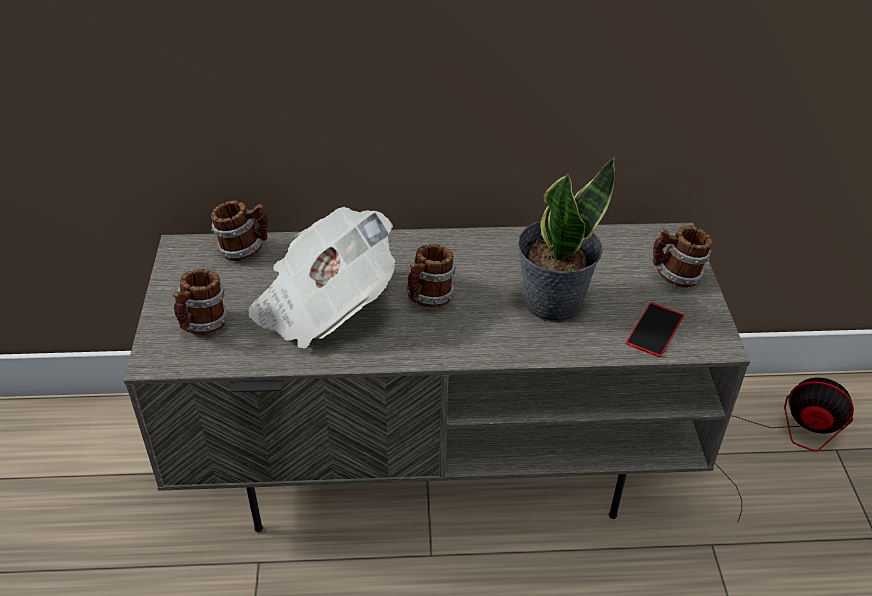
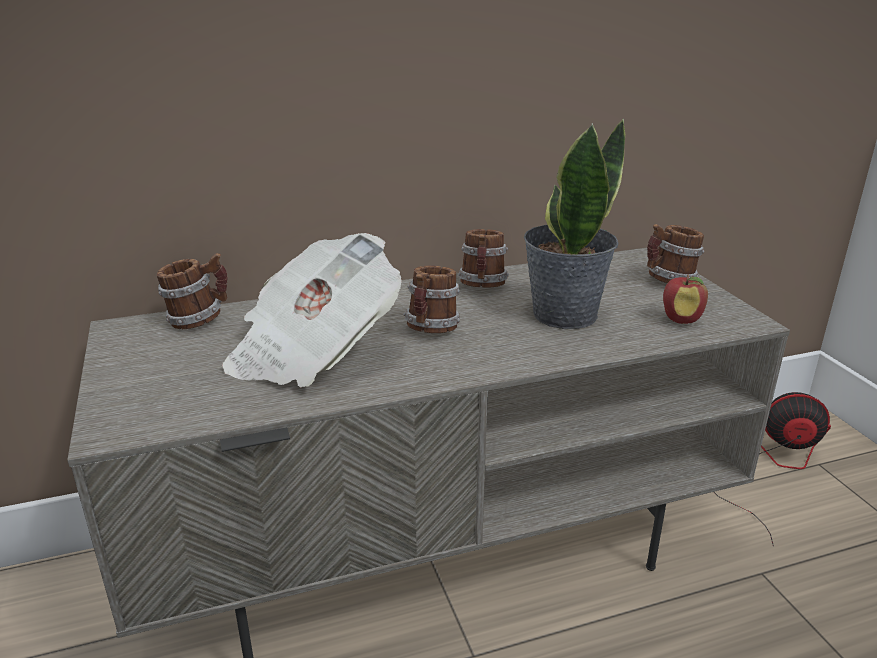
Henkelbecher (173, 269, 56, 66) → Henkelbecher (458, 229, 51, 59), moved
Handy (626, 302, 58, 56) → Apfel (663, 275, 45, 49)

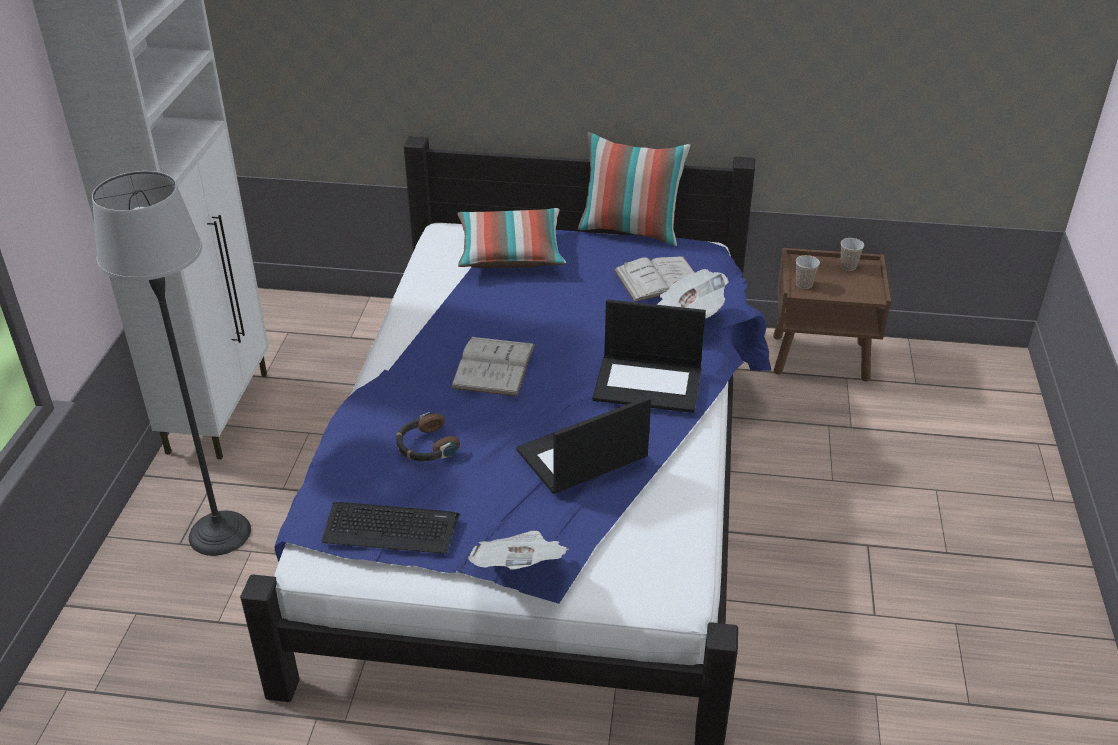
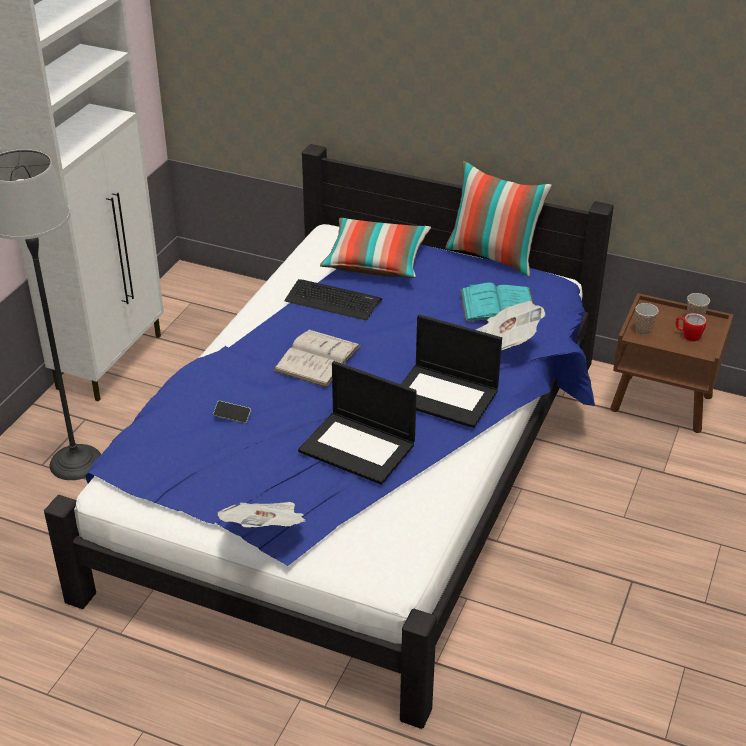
Tastatur (321, 502, 139, 52) → Tastatur (284, 279, 98, 41), moved
Kopfhörer (396, 412, 64, 49) → Handy (213, 401, 38, 22)
Laptop (516, 396, 135, 98) → Laptop (298, 361, 119, 124), 135 degrees counterclockwise
Buch (weiß) (614, 256, 81, 46) → Buch (türkis) (460, 283, 74, 38)
- → Henkelbecher (676, 313, 31, 29)

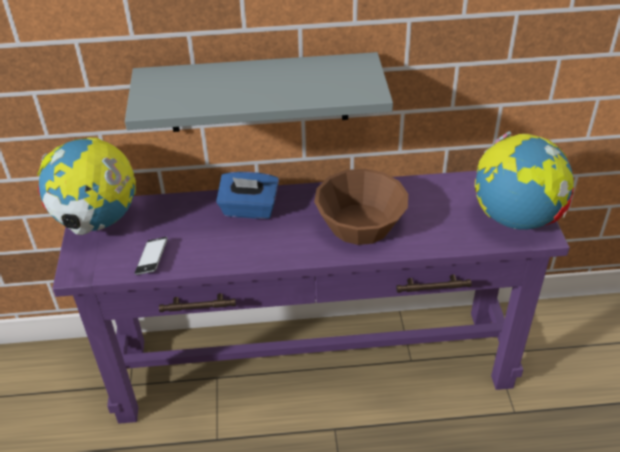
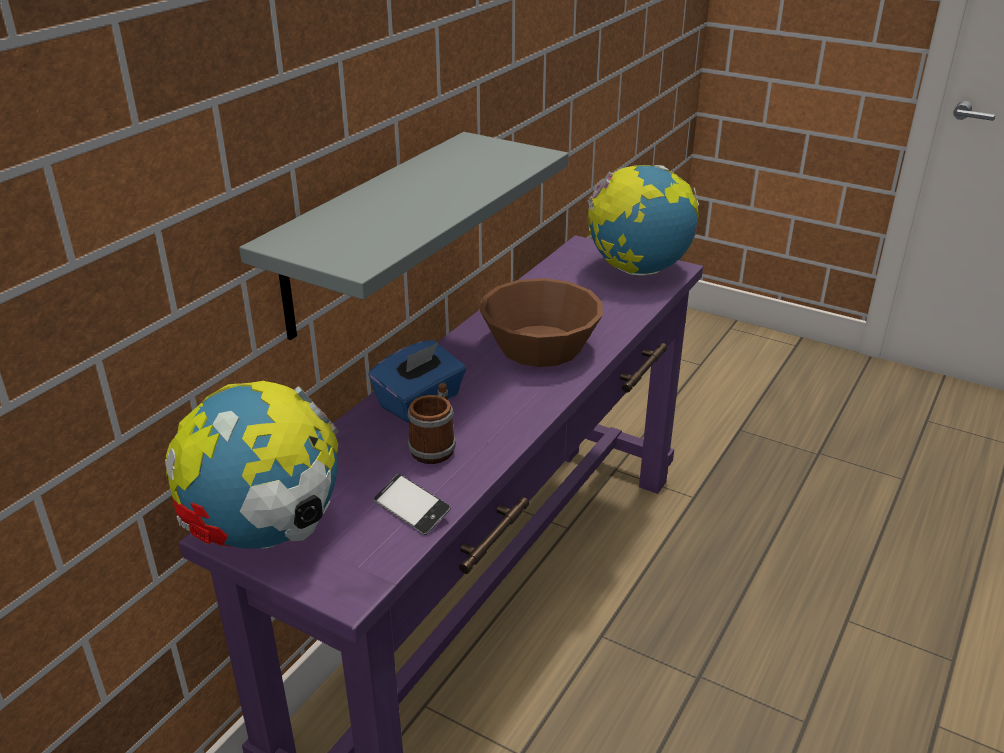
- → Henkelbecher (408, 383, 48, 81)

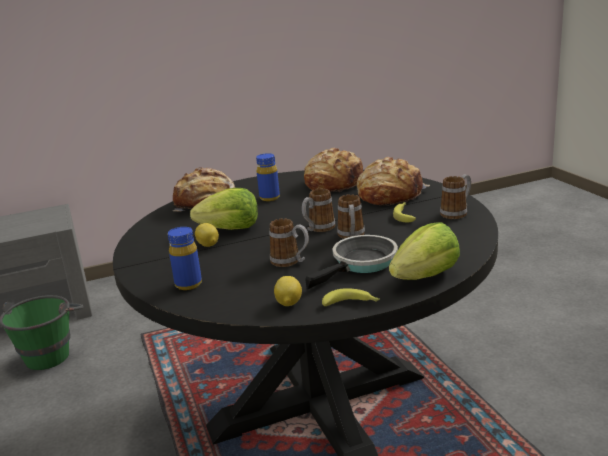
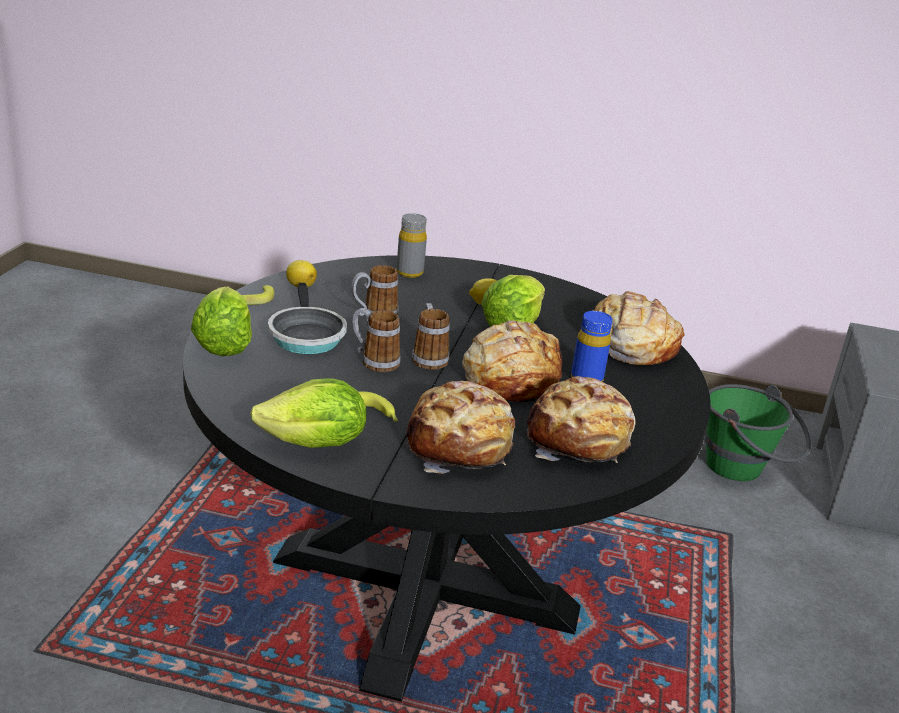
Flasche (blau) (168, 227, 34, 63) → Flasche (grau) (396, 213, 31, 65)
Henkelbecher (440, 174, 31, 45) → Salatkopf (250, 378, 117, 70)
- → Brot (462, 320, 100, 82)

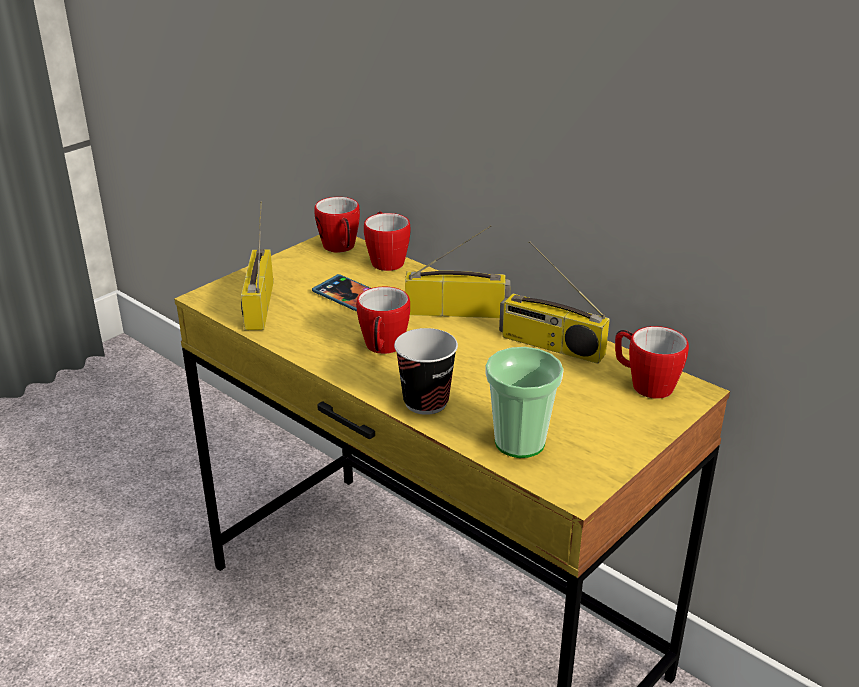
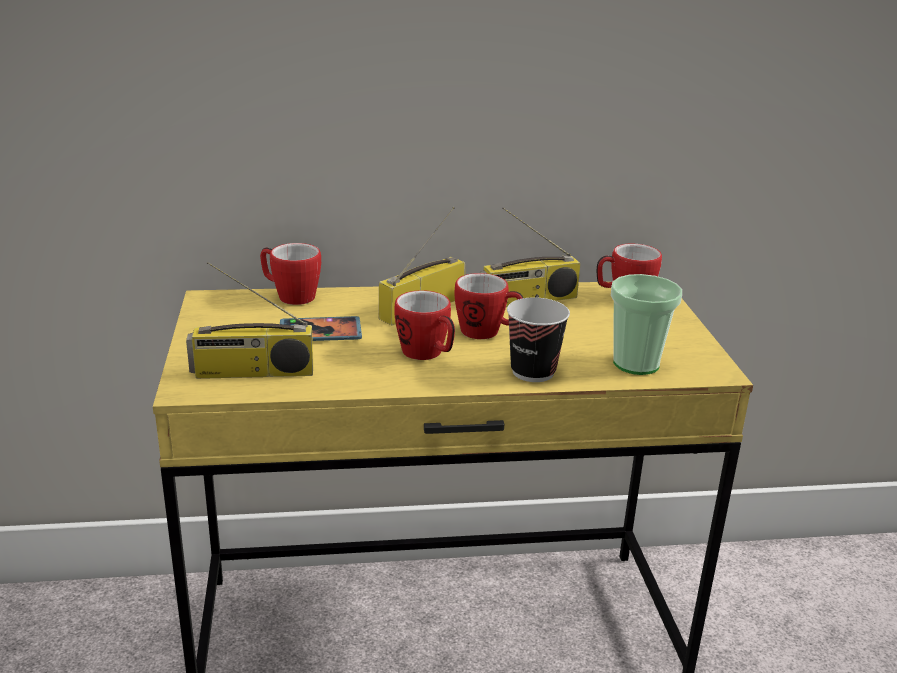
Radio (241, 202, 32, 128) → Radio (186, 262, 127, 117), 45 degrees counterclockwise
Henkelbecher (314, 197, 46, 56) → Henkelbecher (454, 273, 69, 66), moved

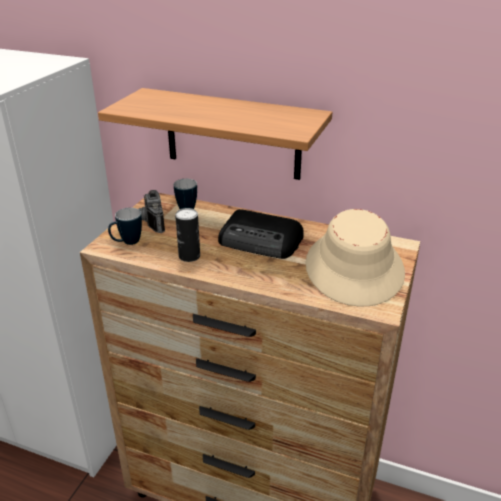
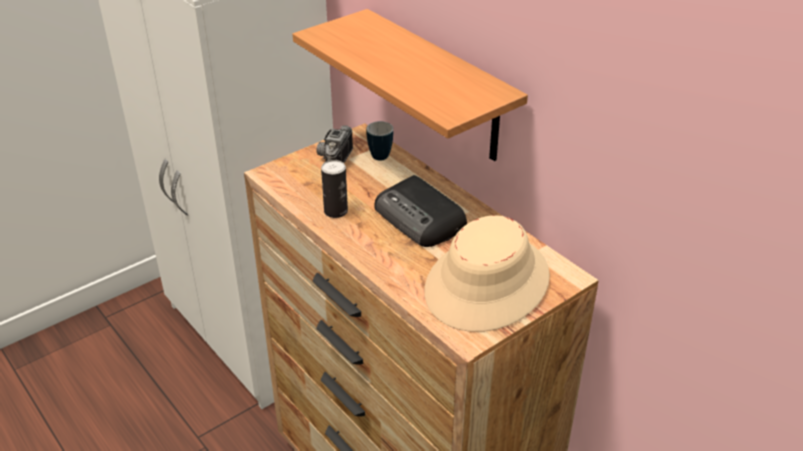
Henkelbecher (108, 208, 34, 37) → -

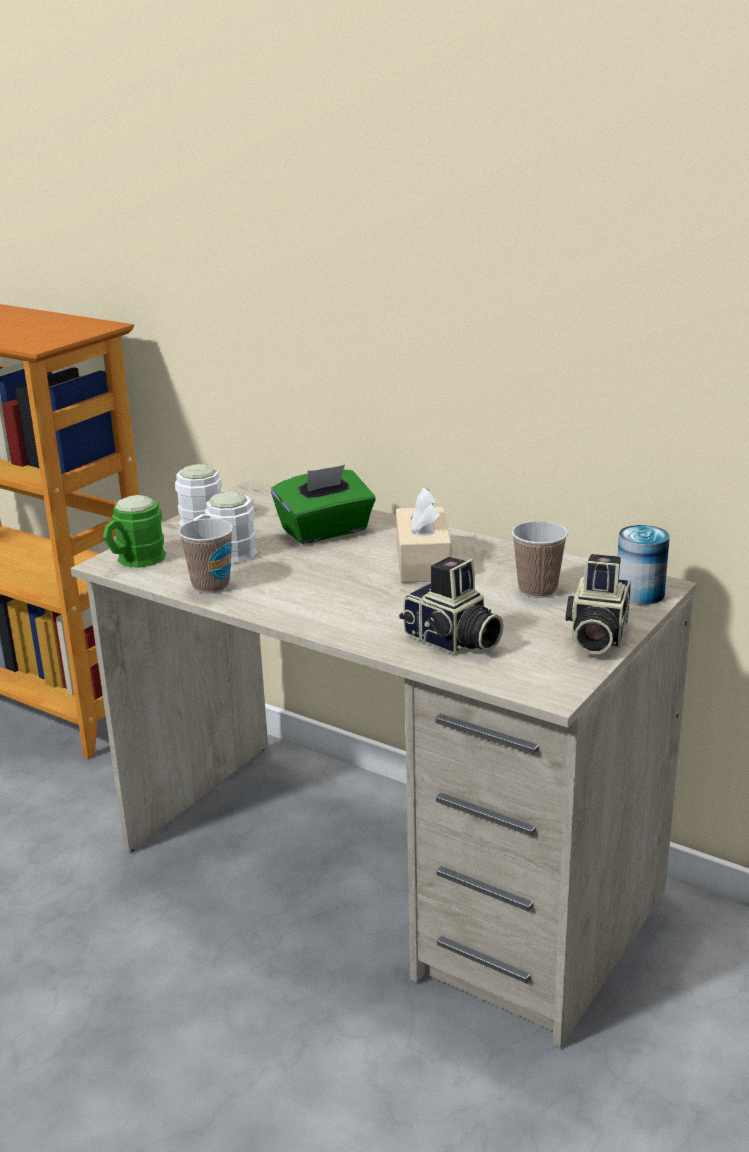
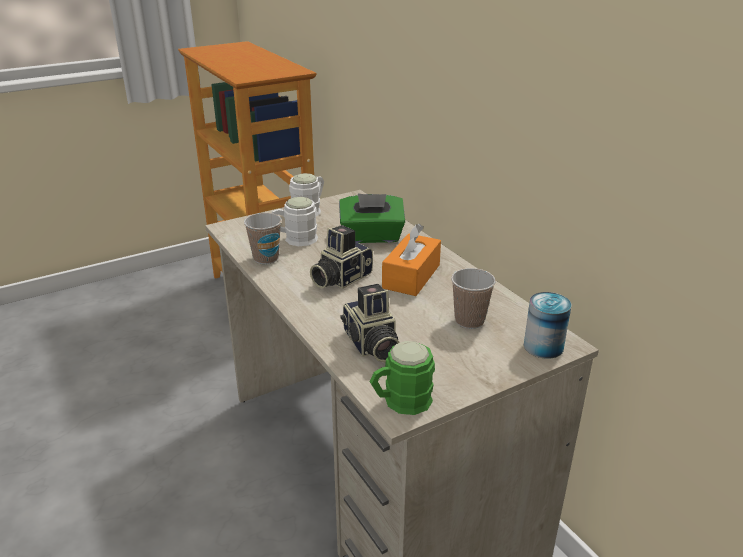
Henkelbecher (grün) (103, 495, 63, 73) → Henkelbecher (grün) (369, 341, 66, 74), moved
Taschentuchbox (beige) (396, 487, 55, 95) → Taschentuchbox (orange) (382, 224, 59, 72)
Kamera (565, 554, 66, 100) → Kamera (310, 225, 63, 64), moved

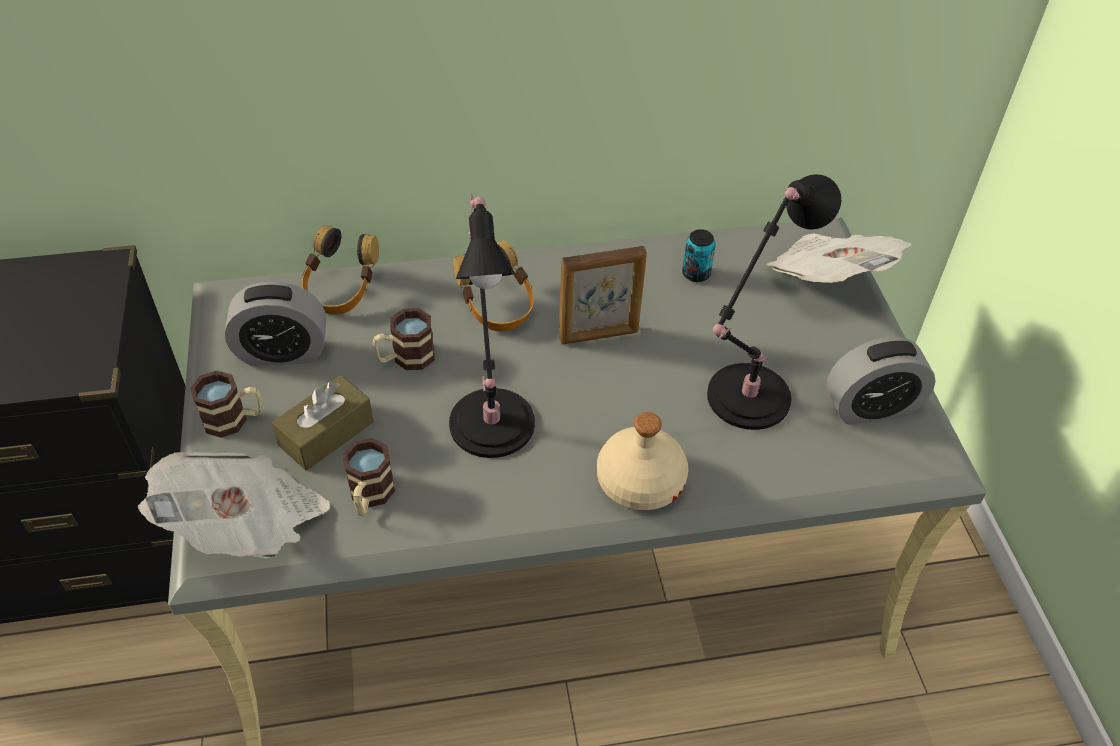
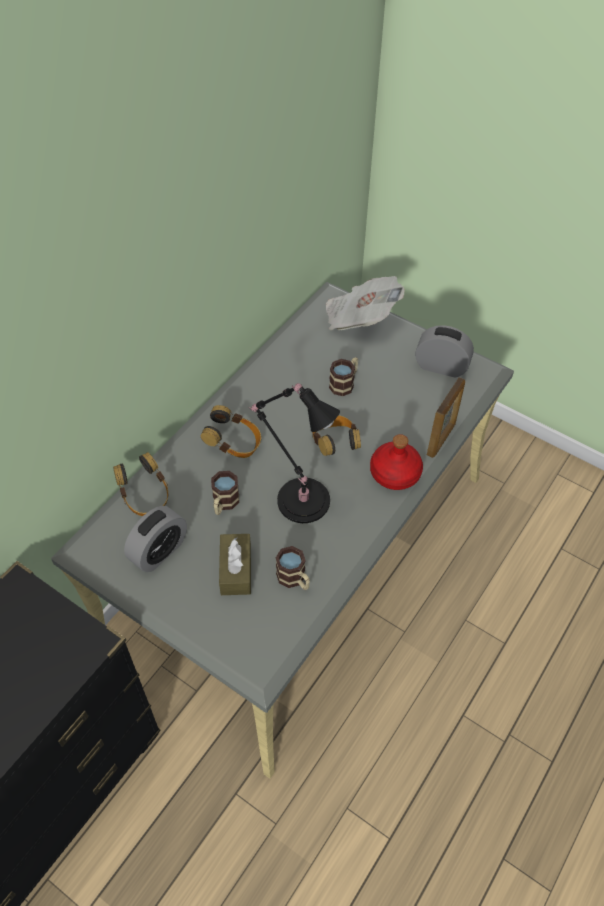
Zeitung (138, 452, 192, 107) → -
Henkelbecher (190, 371, 73, 67) → Henkelbecher (329, 357, 29, 39), moved
Bilderrahmen (559, 246, 88, 98) → Bilderrahmen (427, 377, 38, 81), moved
Flasche (beige) (597, 412, 91, 99) → Flasche (rot) (370, 434, 53, 56)
Dose (682, 229, 34, 53) → -
Tischlampe (schwarz) (707, 174, 134, 256) → -
Wecker (827, 337, 109, 88) → Wecker (415, 325, 59, 53), 105 degrees counterclockwise
- → Kopfhörer (312, 415, 49, 41)

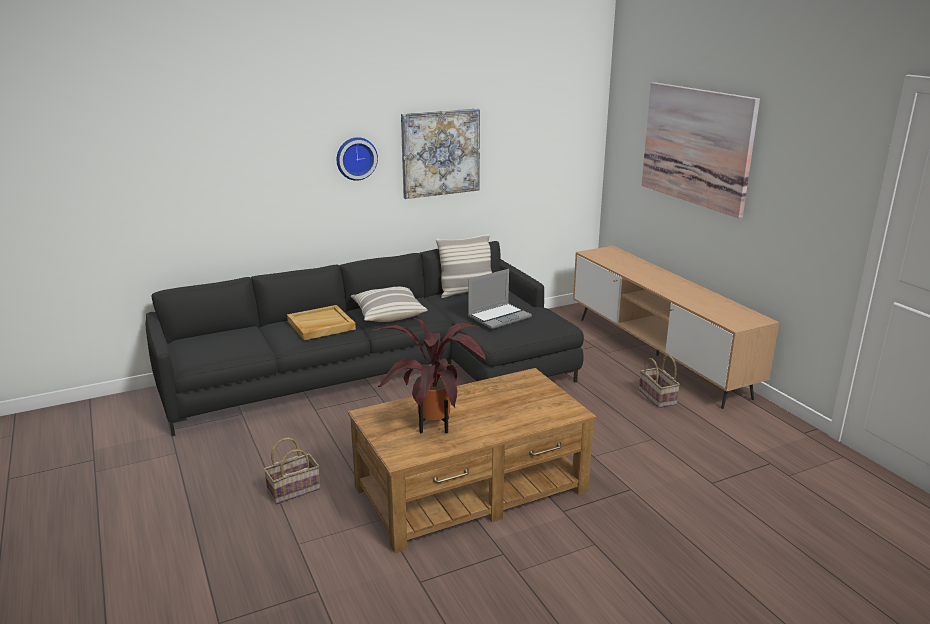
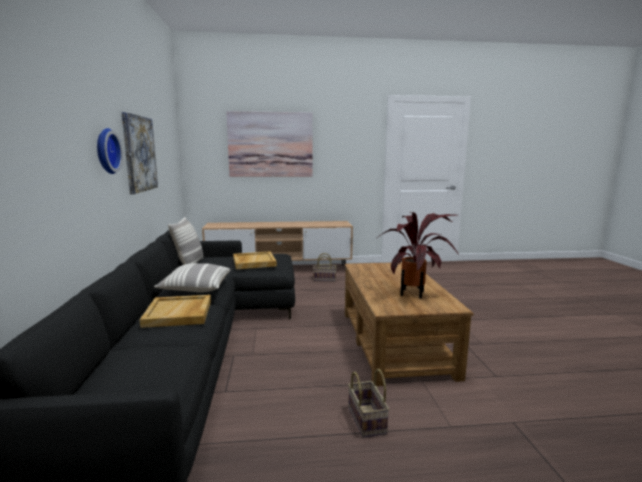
Laptop (468, 269, 64, 60) → Tablett (beige) (233, 251, 44, 18)

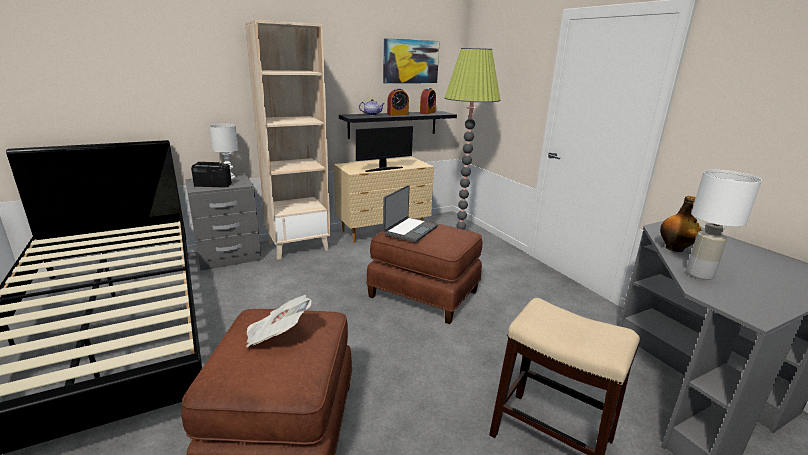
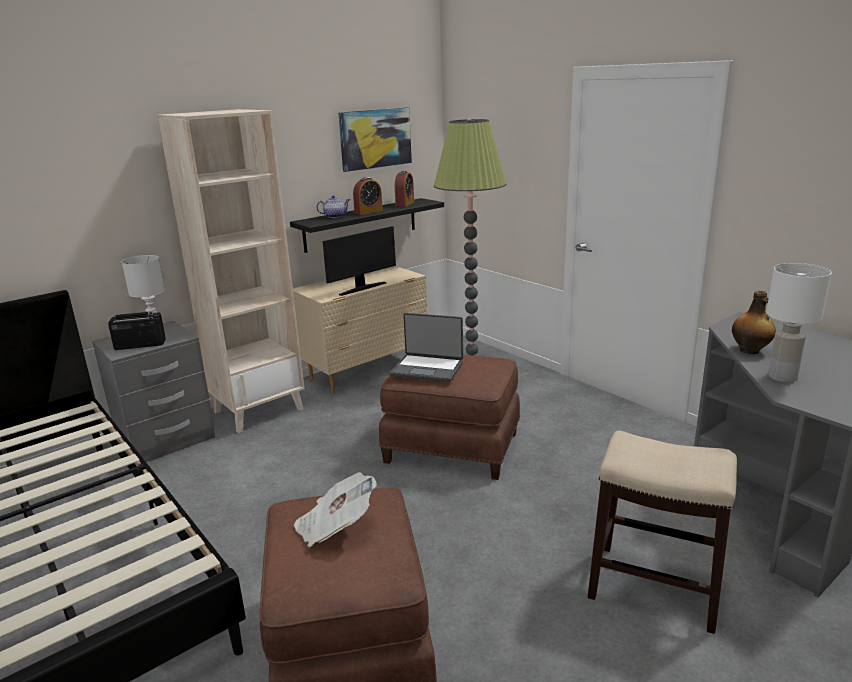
Laptop (383, 185, 55, 57) → Laptop (390, 313, 73, 69), 90 degrees clockwise

